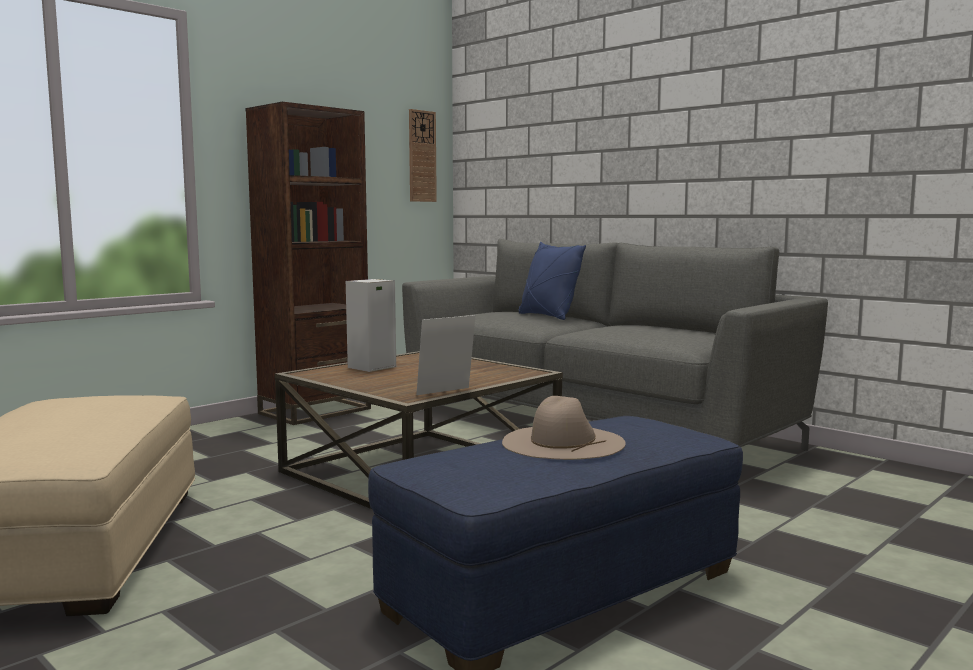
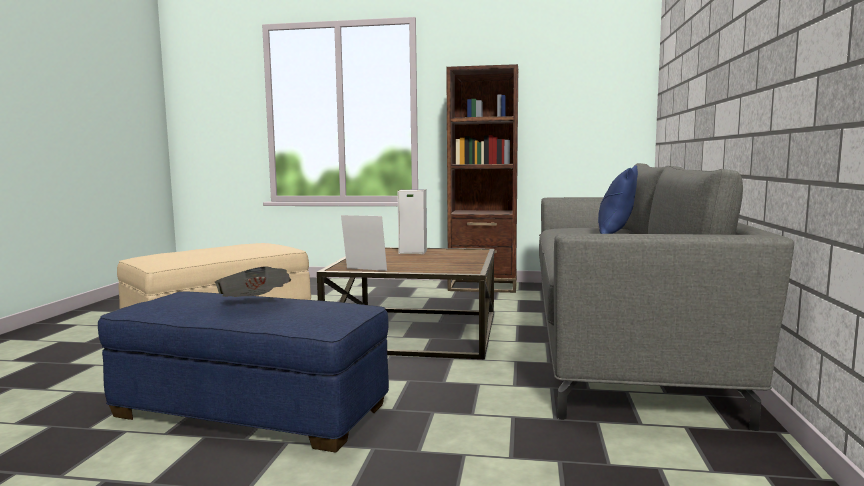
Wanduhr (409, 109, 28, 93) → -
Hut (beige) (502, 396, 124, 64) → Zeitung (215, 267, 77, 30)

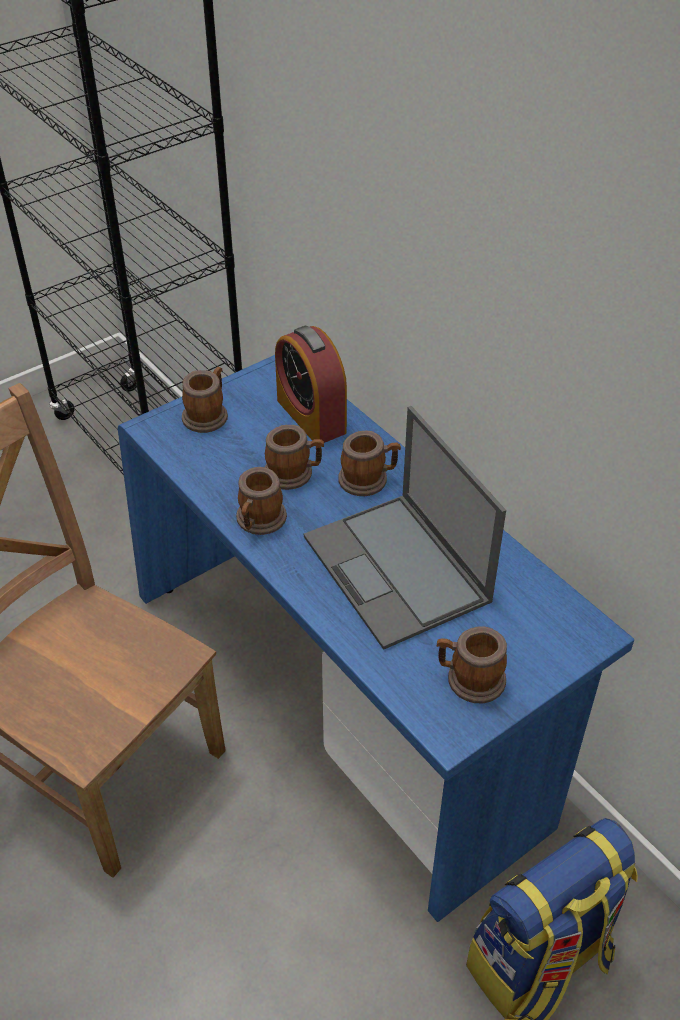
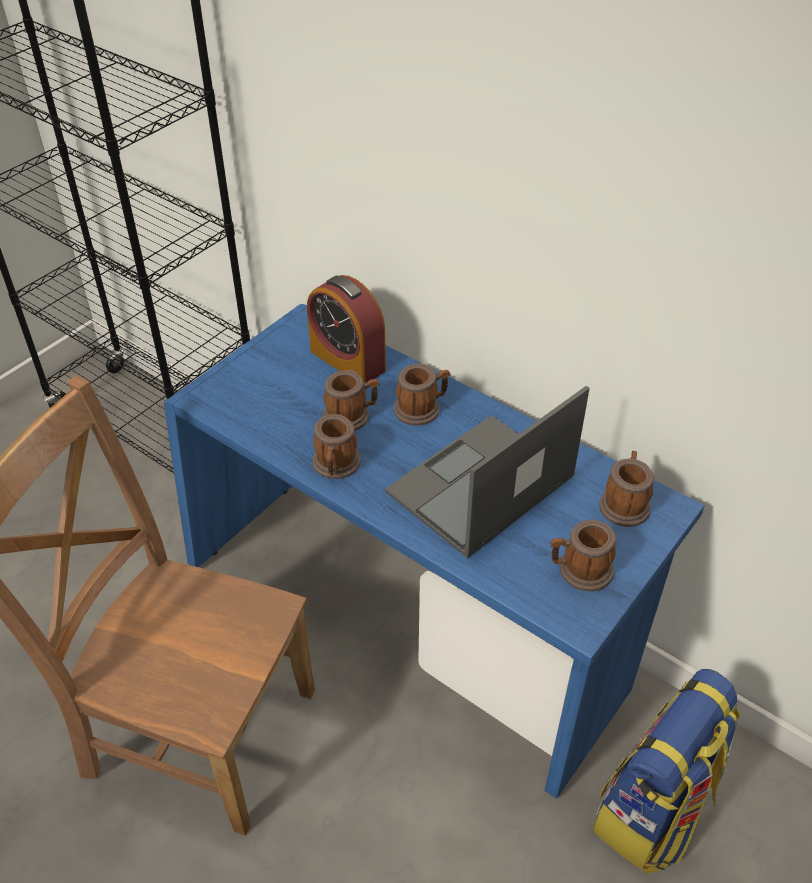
Henkelbecher (182, 367, 46, 66) → Henkelbecher (599, 451, 55, 76), moved
Laptop (304, 406, 202, 244) → Laptop (385, 386, 205, 172), 90 degrees clockwise

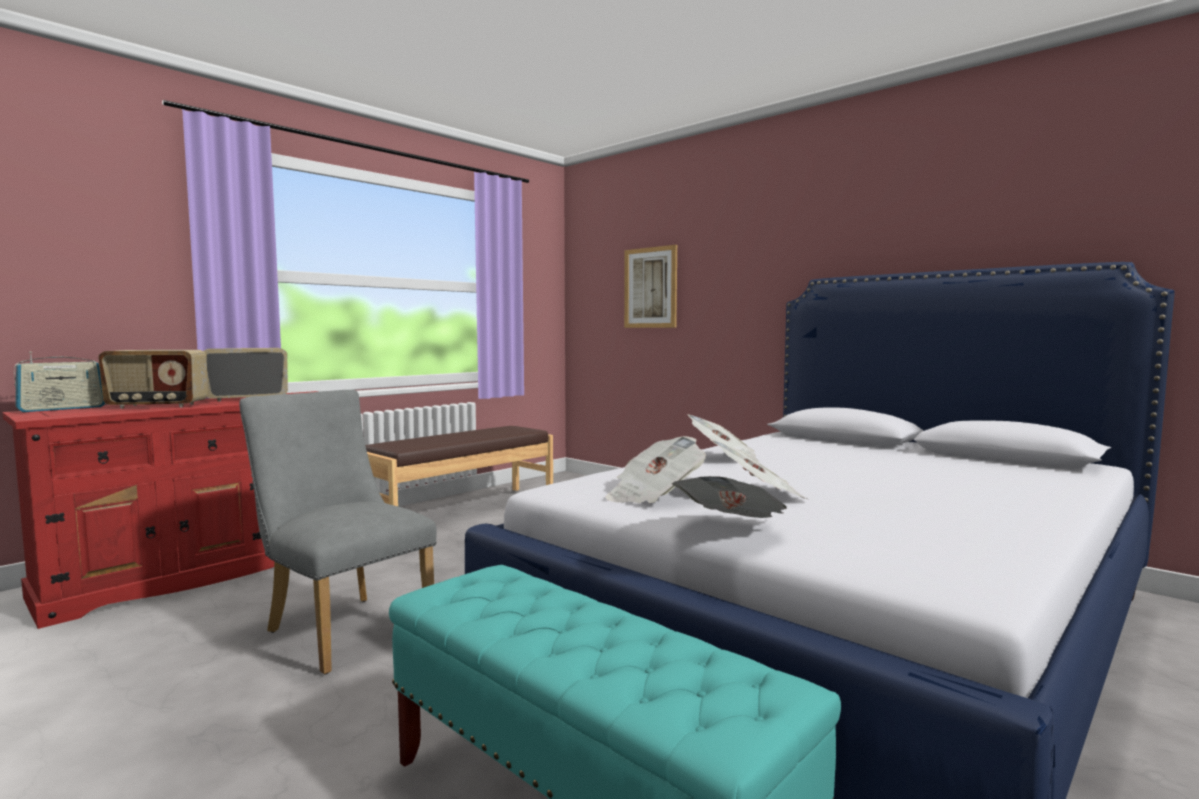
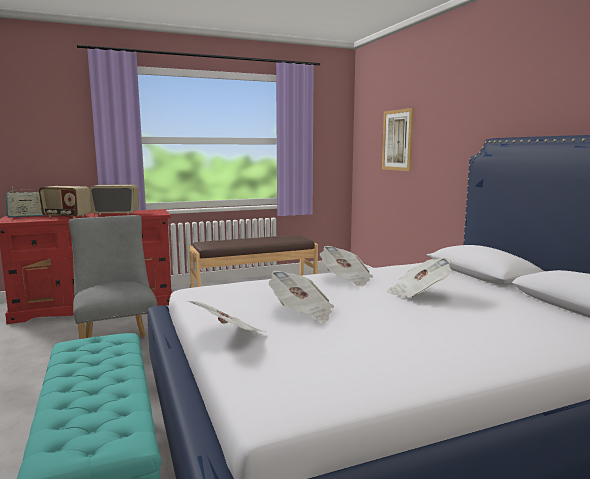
Zeitung (606, 436, 100, 67) → Zeitung (387, 258, 65, 40), moved

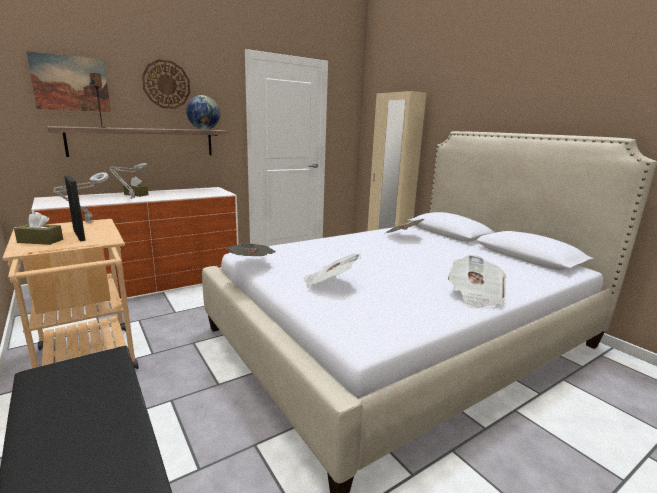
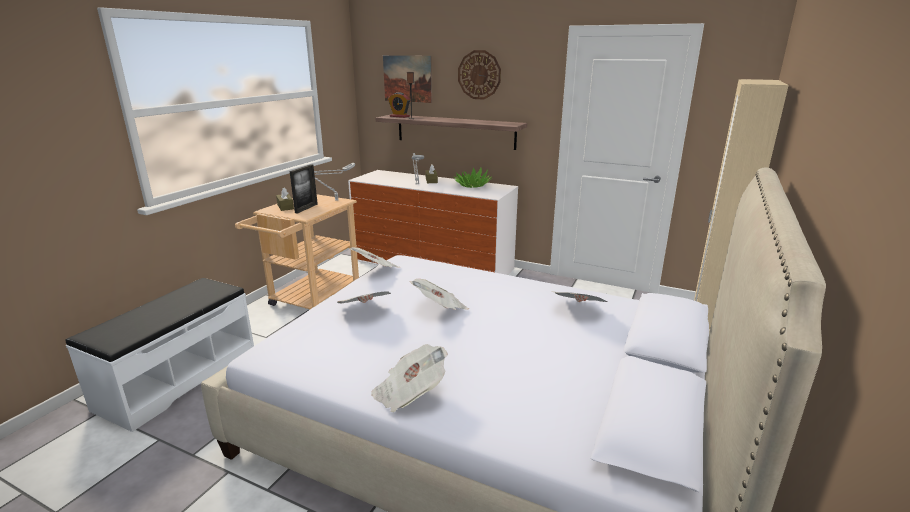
Globus (186, 95, 34, 35) → -
- → Wecker (388, 92, 22, 26)
- → Zeitung (409, 279, 60, 31)
- → Topfpflanze (454, 168, 38, 20)

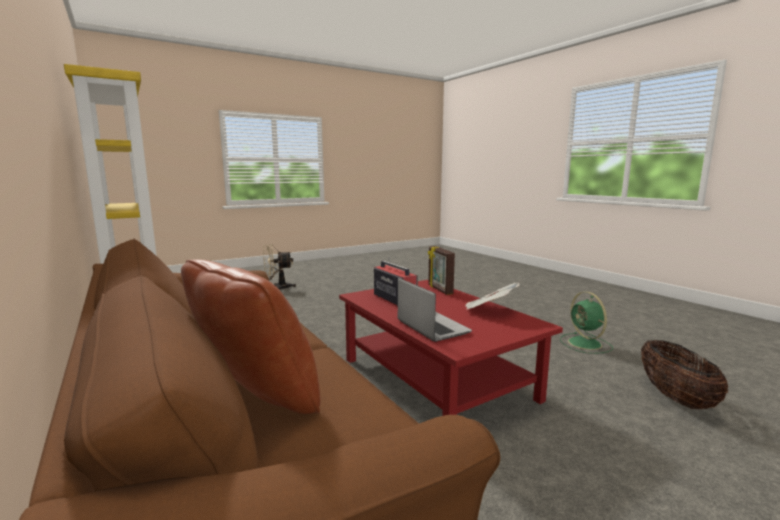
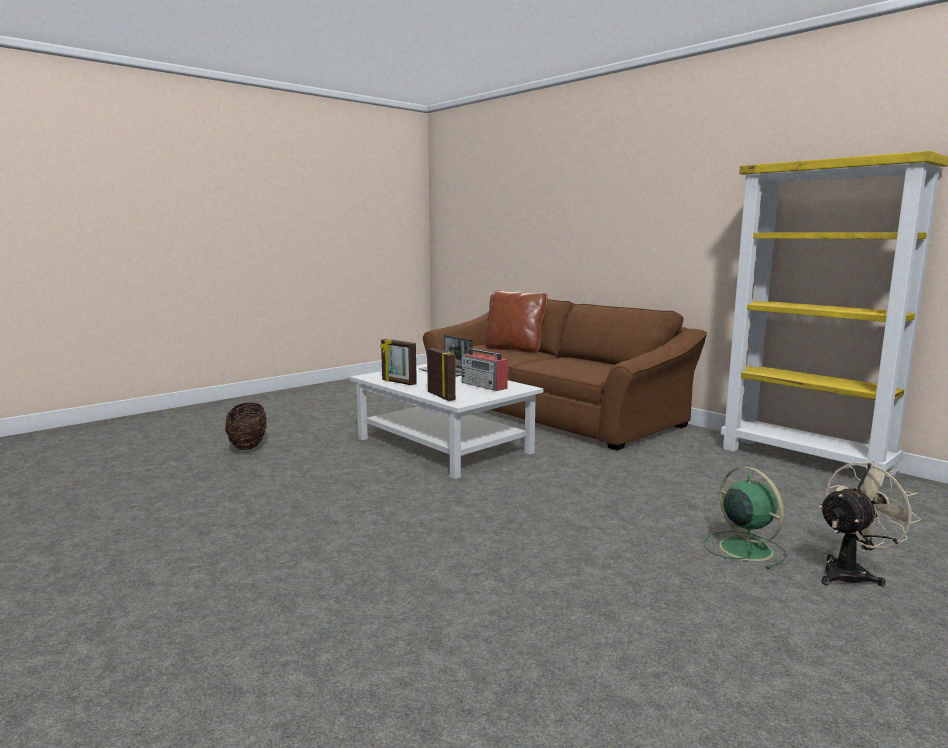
Couchtisch (rot) (339, 280, 224, 136) → Couchtisch (weiß) (350, 364, 193, 115)
Zeitung (466, 283, 54, 27) → Bilderrahmen (380, 339, 37, 46)
Ventilator (grün) (560, 292, 53, 62) → Ventilator (grün) (703, 467, 84, 102), moved

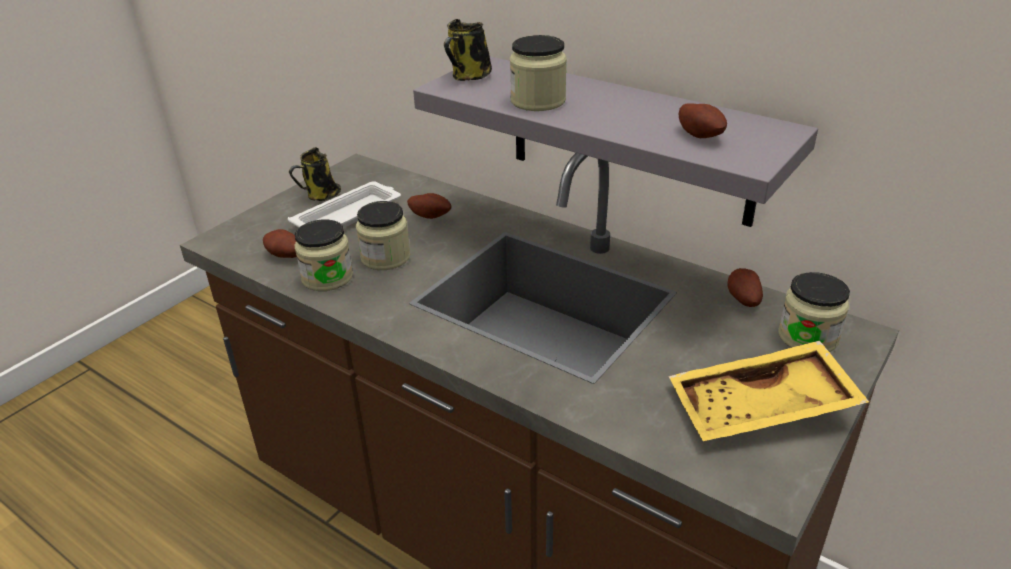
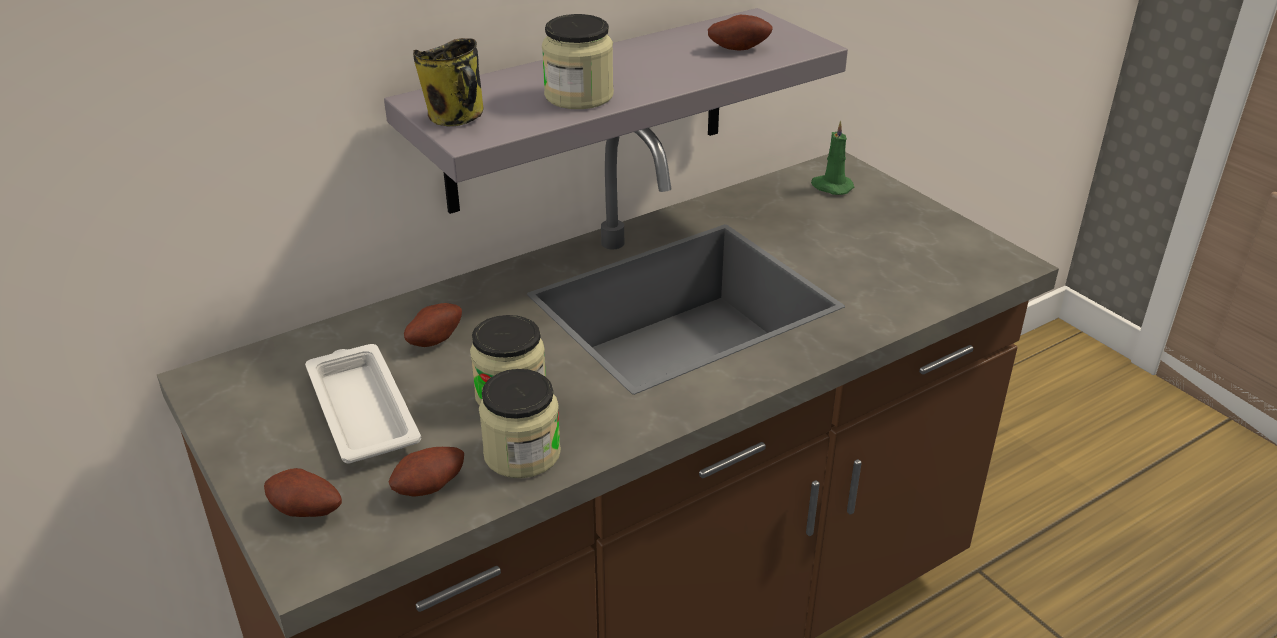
Henkelbecher (289, 147, 52, 54) → -
Tablett (gelb) (668, 341, 201, 100) → -
Kartoffel (727, 268, 36, 39) → Kartoffel (264, 468, 78, 49), moved
Vorratsglas (778, 272, 72, 80) → Kerze (grün) (811, 120, 43, 75)

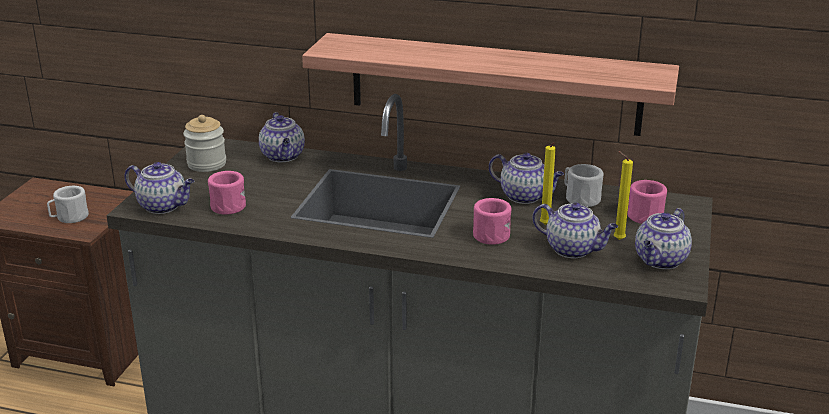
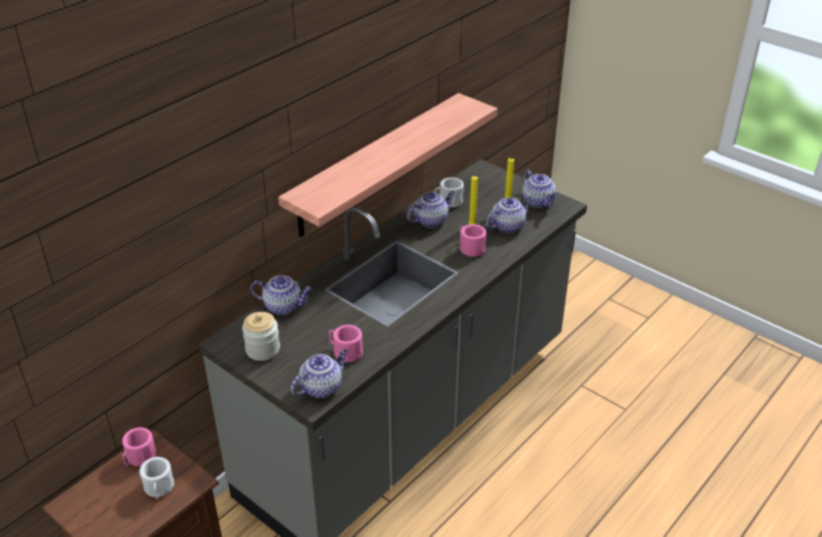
Henkelbecher (rosa) (627, 180, 40, 44) → Henkelbecher (rosa) (122, 427, 34, 39), moved

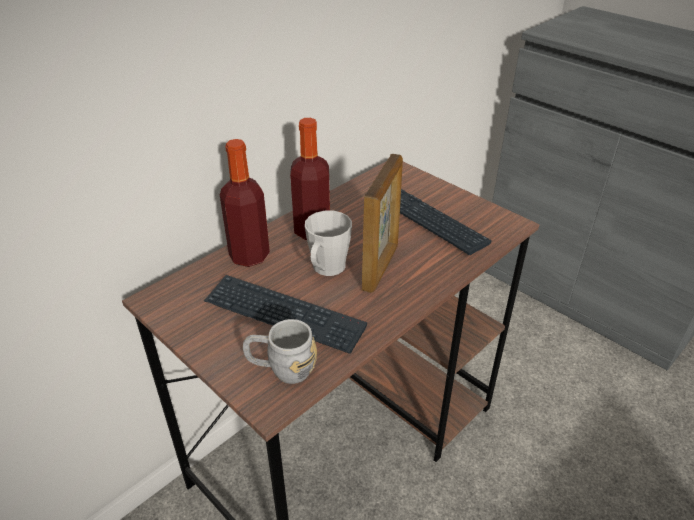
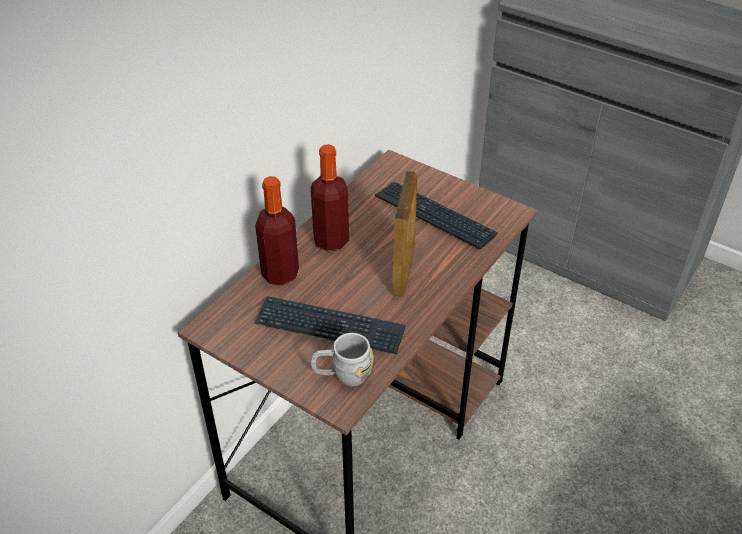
Henkelbecher (grau) (305, 211, 47, 65) → -

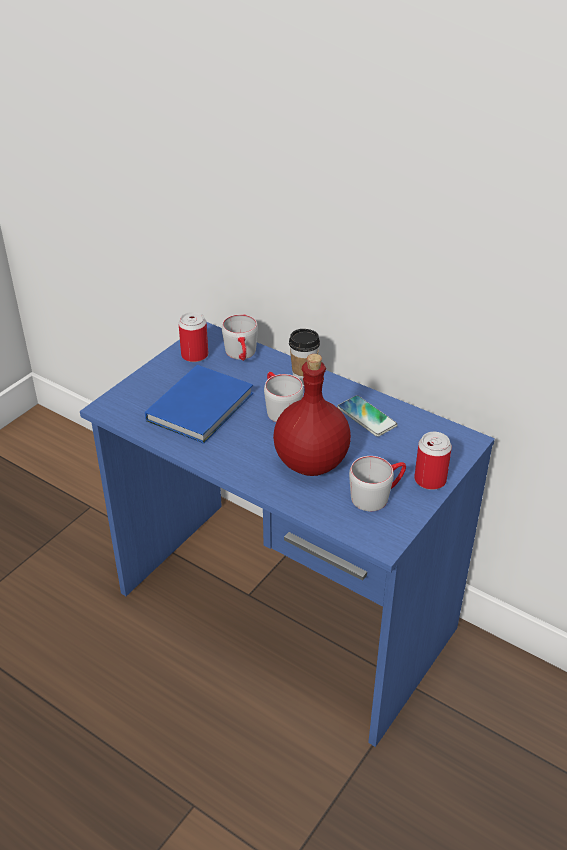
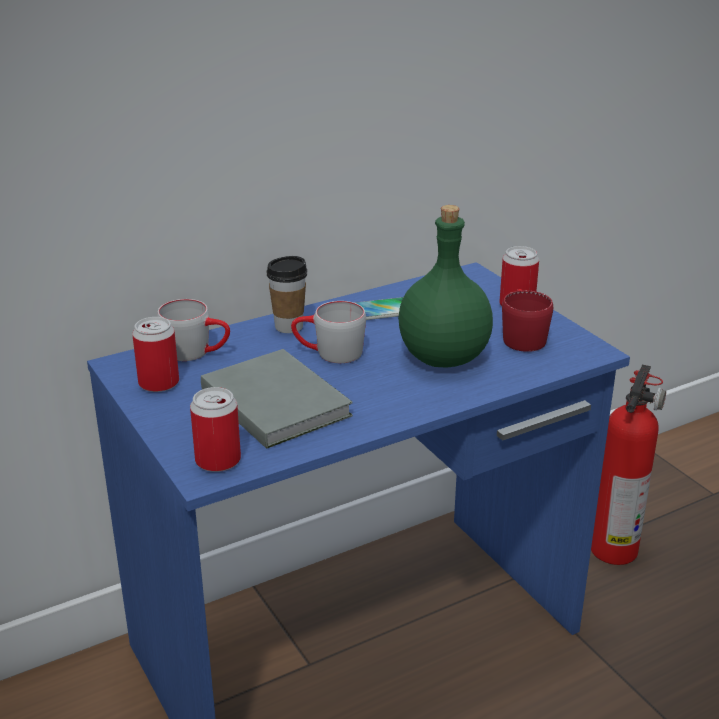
Buch (blau) (145, 365, 108, 79) → Buch (grau) (201, 349, 152, 100)
Flasche (rot) (273, 354, 78, 122) → Flasche (grün) (398, 205, 95, 163)
Henkelbecher (grau) (349, 456, 57, 55) → Henkelbecher (rot) (502, 289, 51, 63)
- → Dose (190, 387, 51, 85)
- → Feuerlöscher (591, 364, 75, 201)

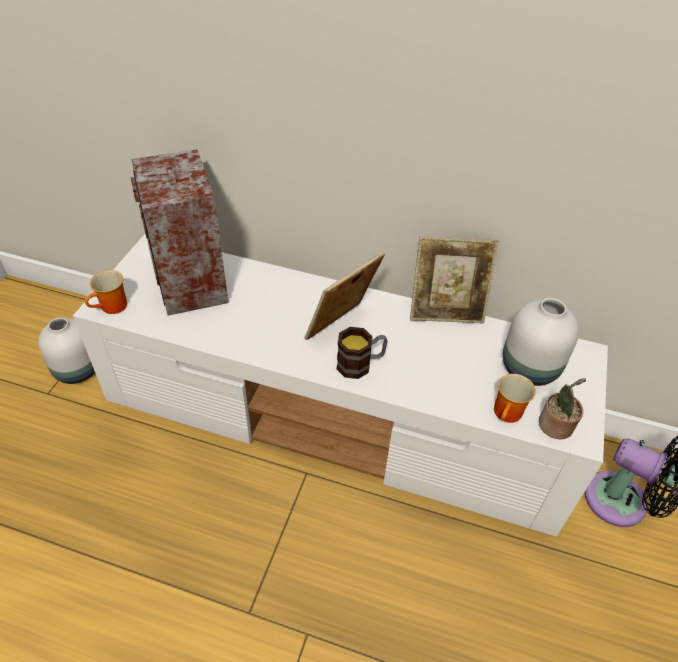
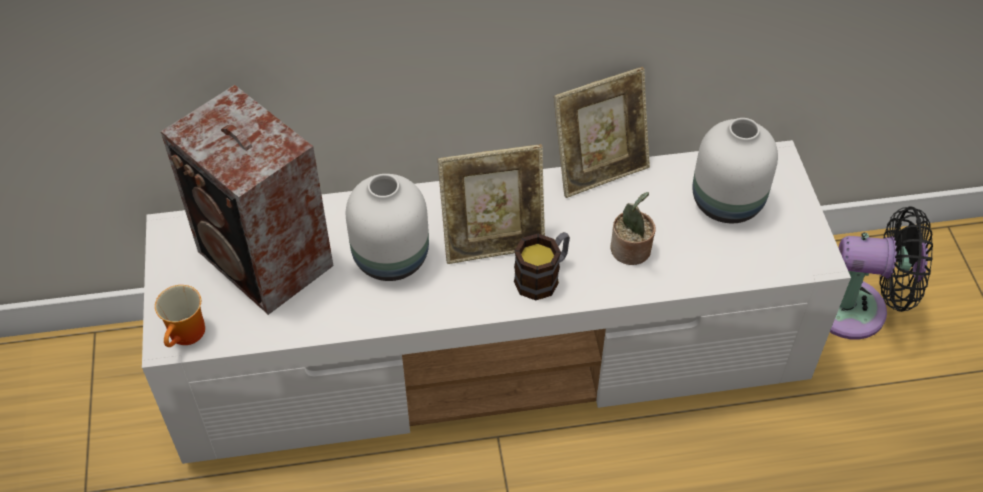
Vase (weiß) (38, 317, 57, 67) → Vase (weiß) (346, 174, 83, 107), moved
Bilderrahmen (304, 252, 81, 88) → Bilderrahmen (438, 144, 107, 120), 120 degrees counterclockwise
Henkelbecher (494, 374, 42, 49) → -
Topfpflanze (539, 378, 47, 61) → Topfpflanze (610, 192, 46, 73), moved

